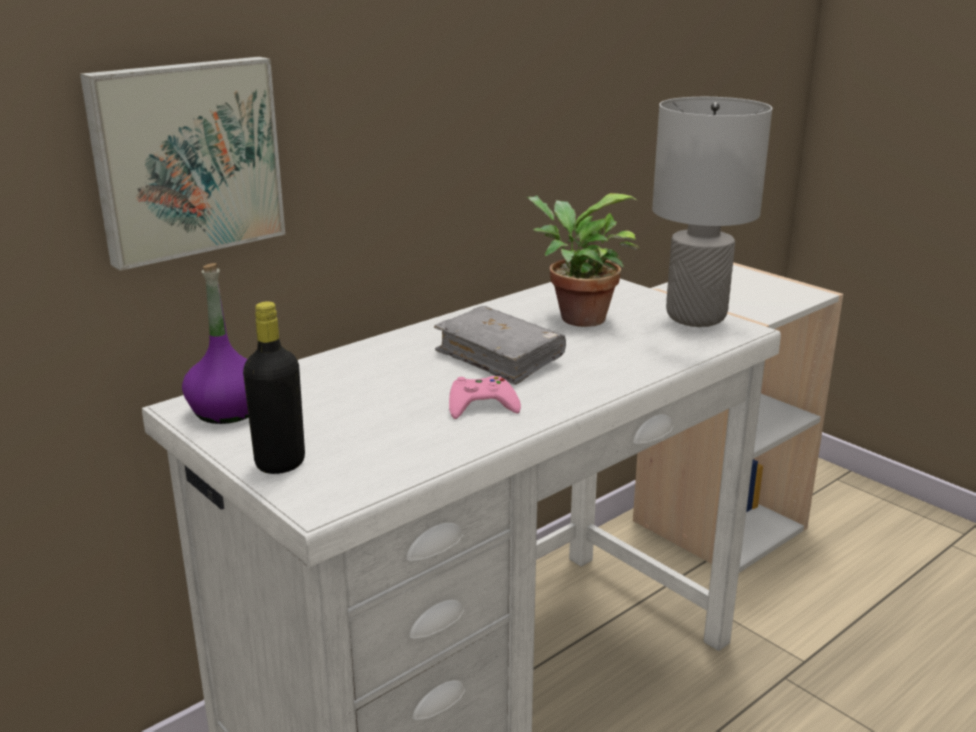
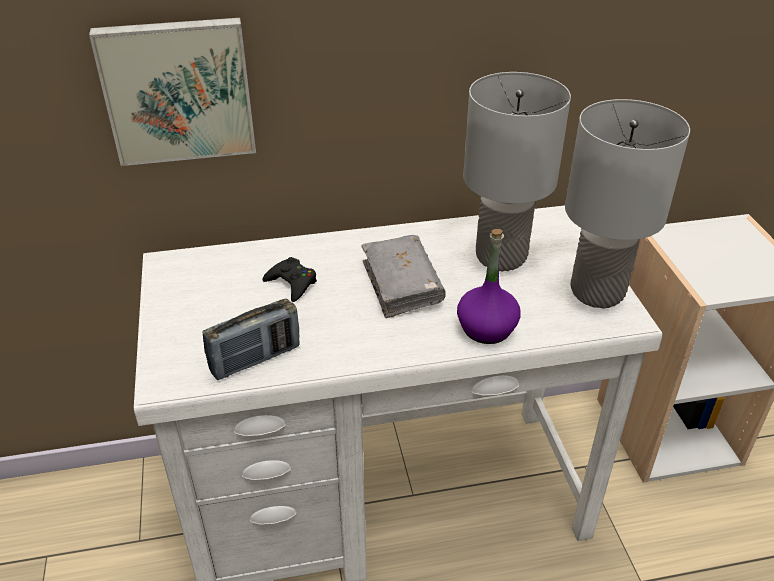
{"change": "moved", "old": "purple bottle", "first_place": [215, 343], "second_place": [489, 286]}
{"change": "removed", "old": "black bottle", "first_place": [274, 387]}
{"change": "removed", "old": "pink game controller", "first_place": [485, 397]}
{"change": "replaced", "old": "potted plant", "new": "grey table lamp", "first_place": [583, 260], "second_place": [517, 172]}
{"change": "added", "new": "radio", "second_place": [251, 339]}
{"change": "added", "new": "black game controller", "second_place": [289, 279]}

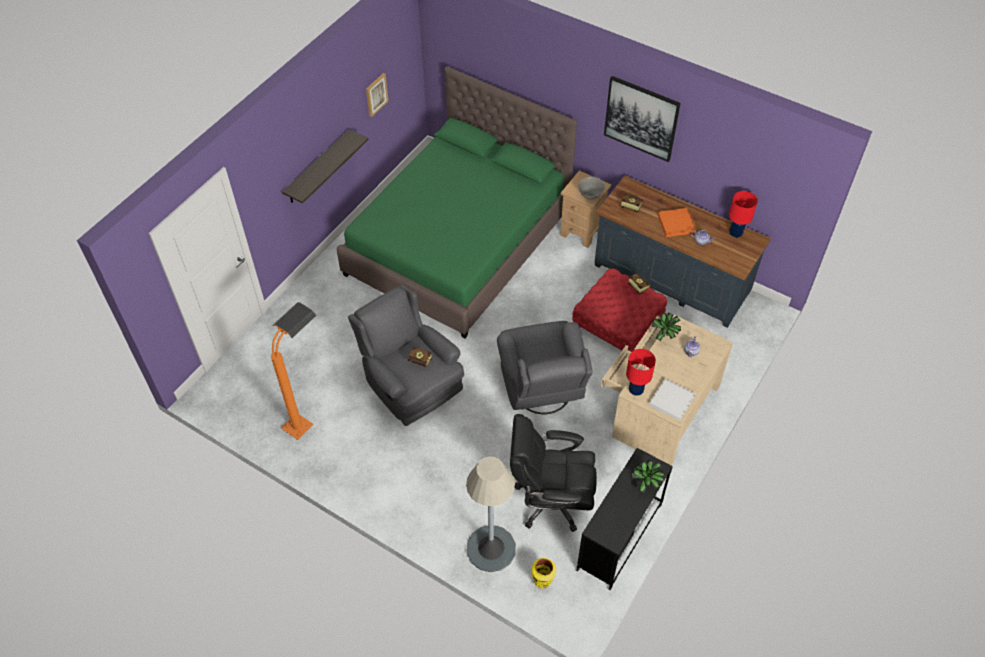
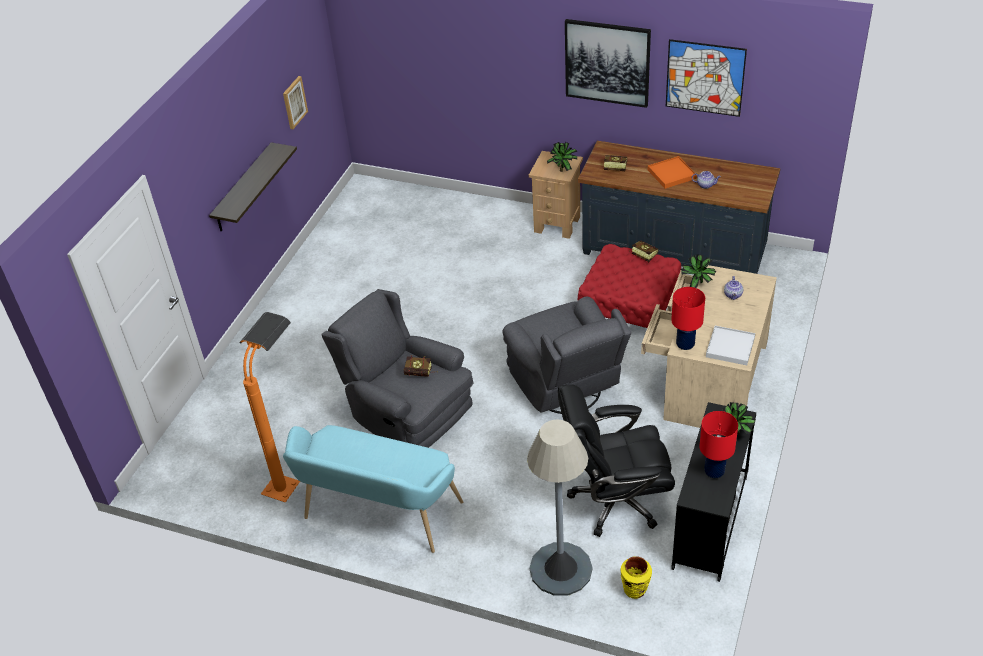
{"change": "removed", "old": "green bed", "first_place": [457, 202]}
{"change": "replaced", "old": "grey bowl", "new": "potted plant", "first_place": [592, 188], "second_place": [562, 157]}
{"change": "moved", "old": "red table lamp", "first_place": [743, 214], "second_place": [718, 444]}
{"change": "added", "new": "turquoise bench", "second_place": [373, 489]}
{"change": "added", "new": "picture", "second_place": [706, 78]}

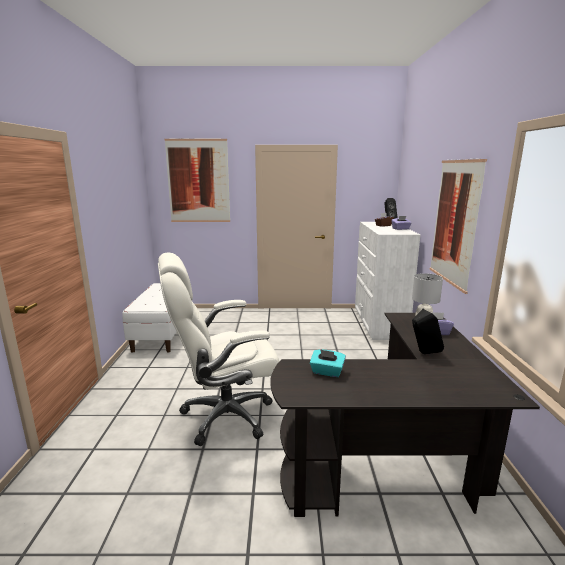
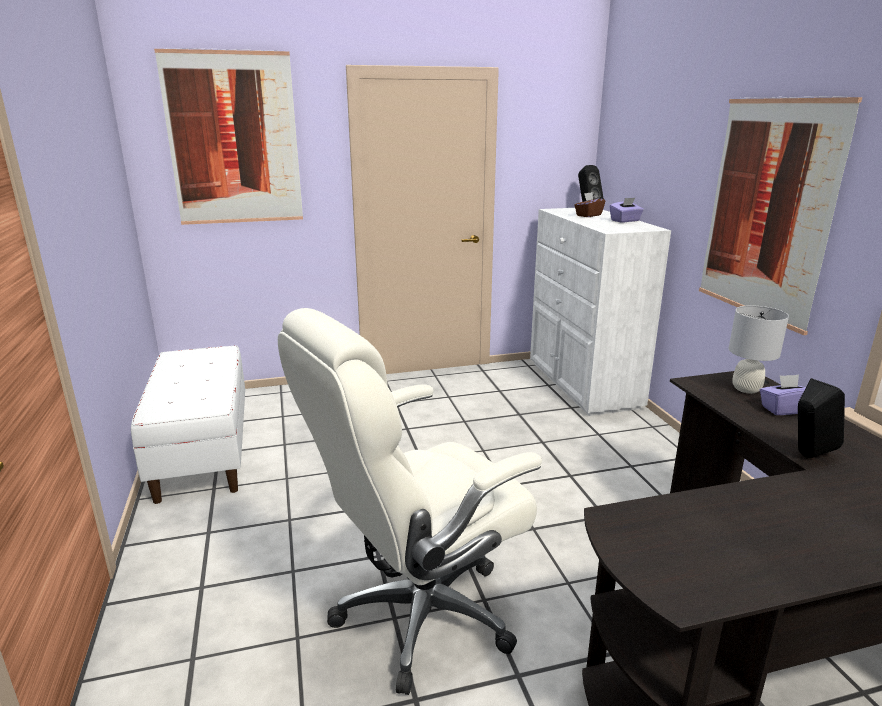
{"change": "removed", "old": "turquoise tissue box", "first_place": [328, 363]}

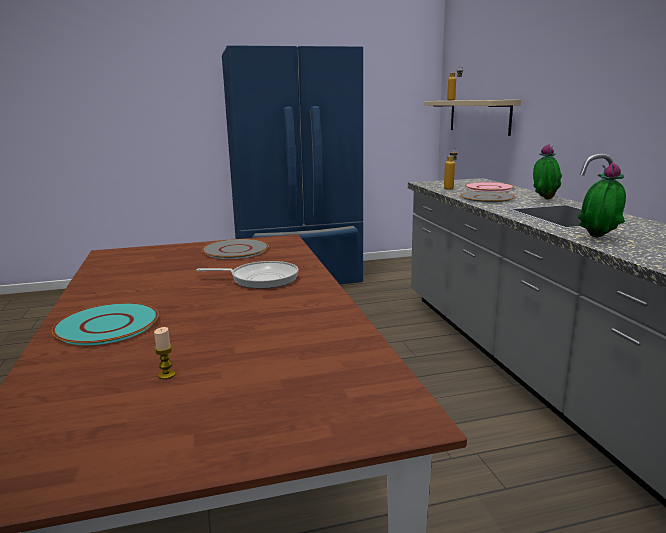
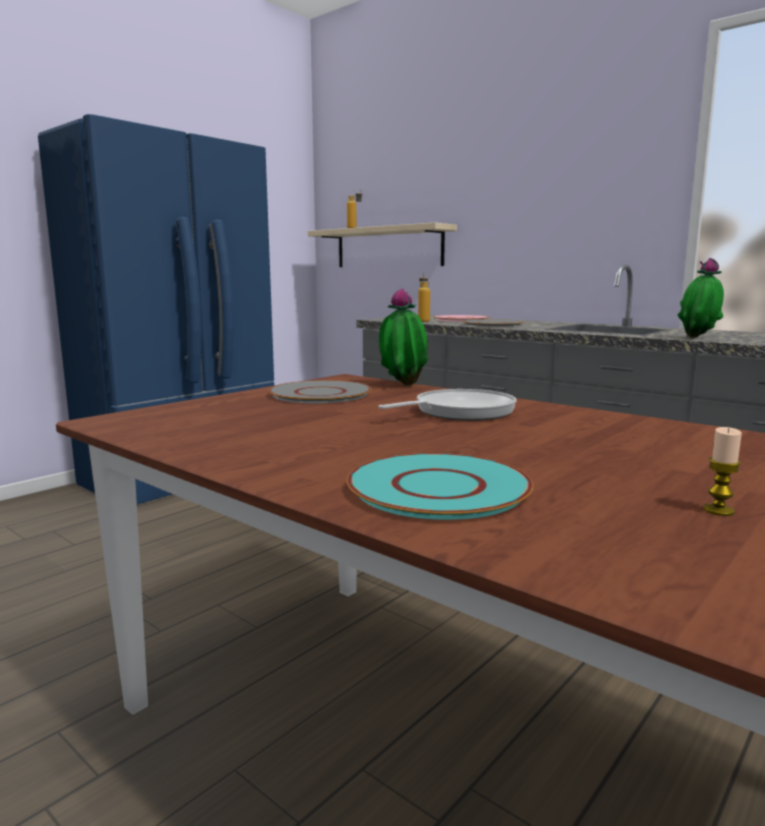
{"change": "moved", "old": "potted plant", "first_place": [547, 172], "second_place": [403, 336]}

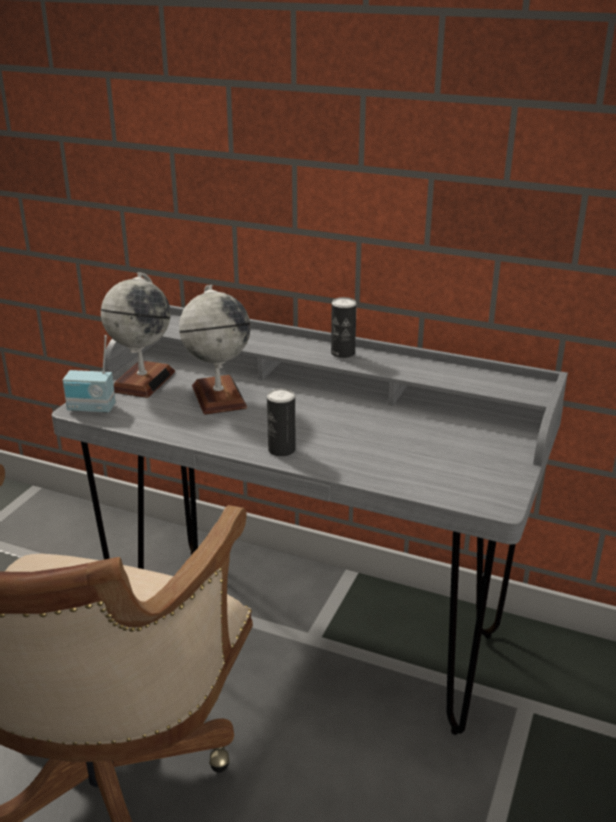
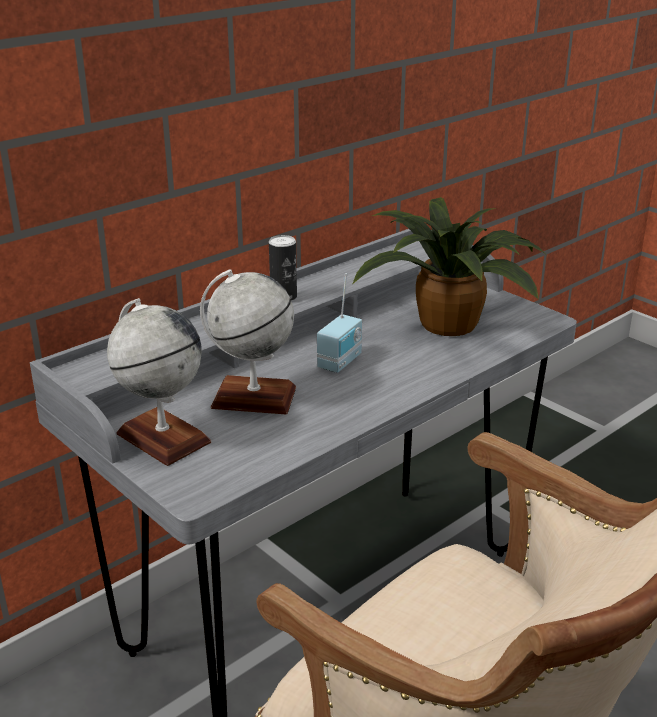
{"change": "moved", "old": "radio", "first_place": [89, 374], "second_place": [339, 323]}
{"change": "removed", "old": "can", "first_place": [281, 422]}
{"change": "added", "new": "potted plant", "second_place": [449, 266]}

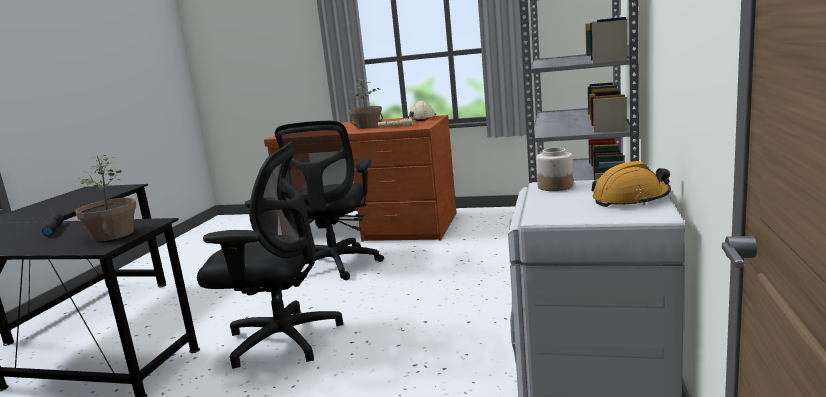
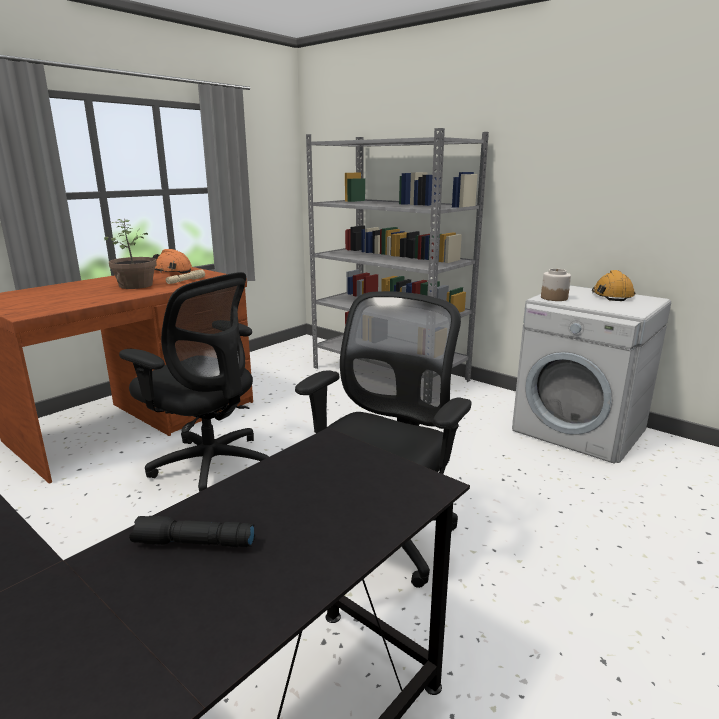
{"change": "removed", "old": "potted plant", "first_place": [105, 198]}
{"change": "recoloured", "old": "beige hard hat", "new": "orange hard hat", "first_place": [422, 111], "second_place": [172, 261]}

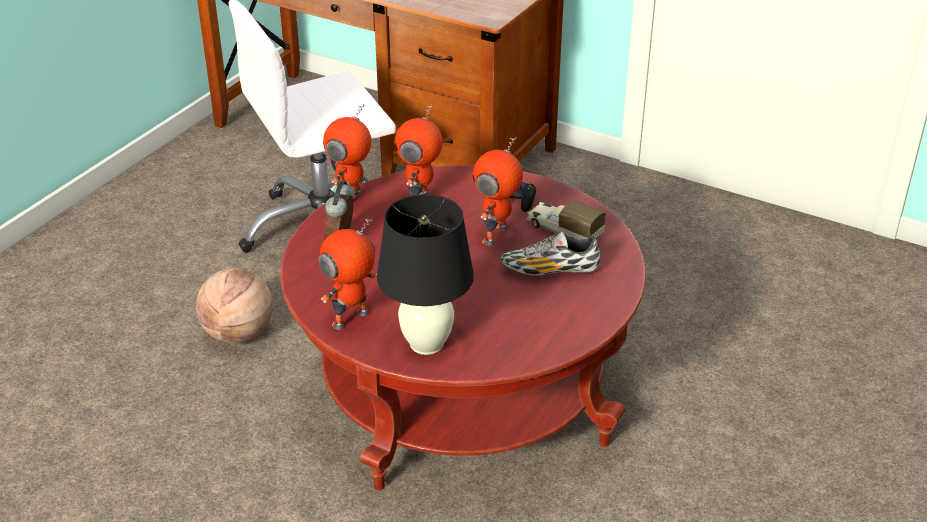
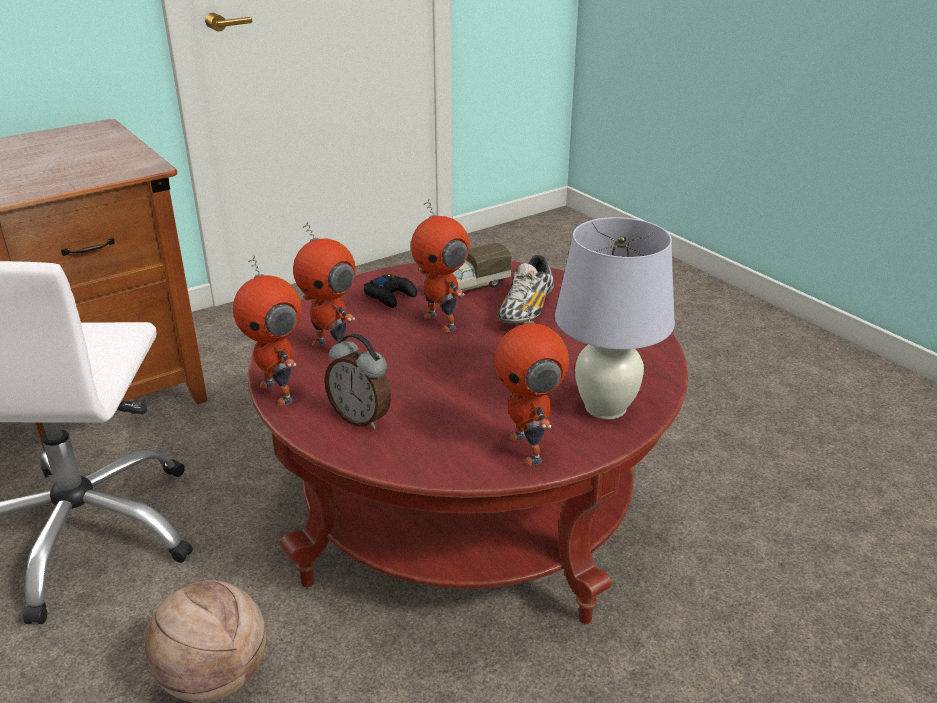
{"change": "recoloured", "old": "black table lamp", "new": "white table lamp", "first_place": [425, 274], "second_place": [615, 318]}

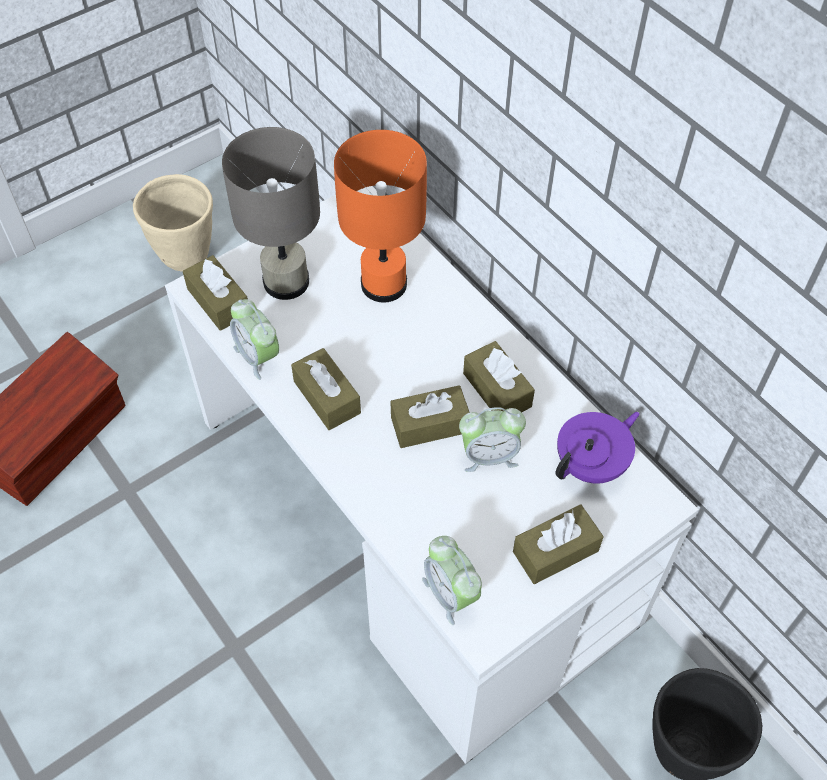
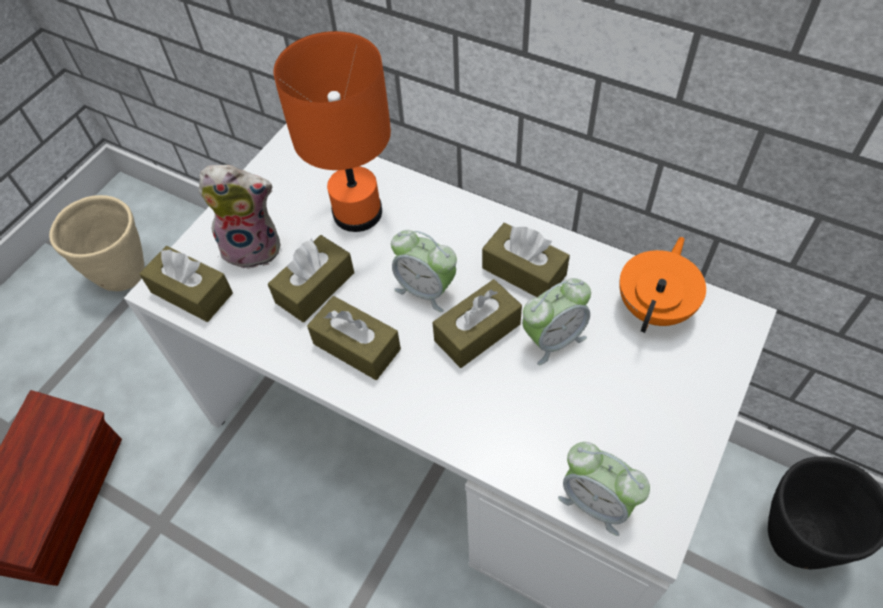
{"change": "replaced", "old": "grey table lamp", "new": "plush toy", "first_place": [271, 213], "second_place": [240, 217]}
{"change": "moved", "old": "alarm clock", "first_place": [254, 339], "second_place": [424, 271]}
{"change": "moved", "old": "brown tissue box", "first_place": [558, 544], "second_place": [311, 278]}
{"change": "recoloured", "old": "purple teapot", "new": "orange teapot", "first_place": [597, 448], "second_place": [662, 285]}

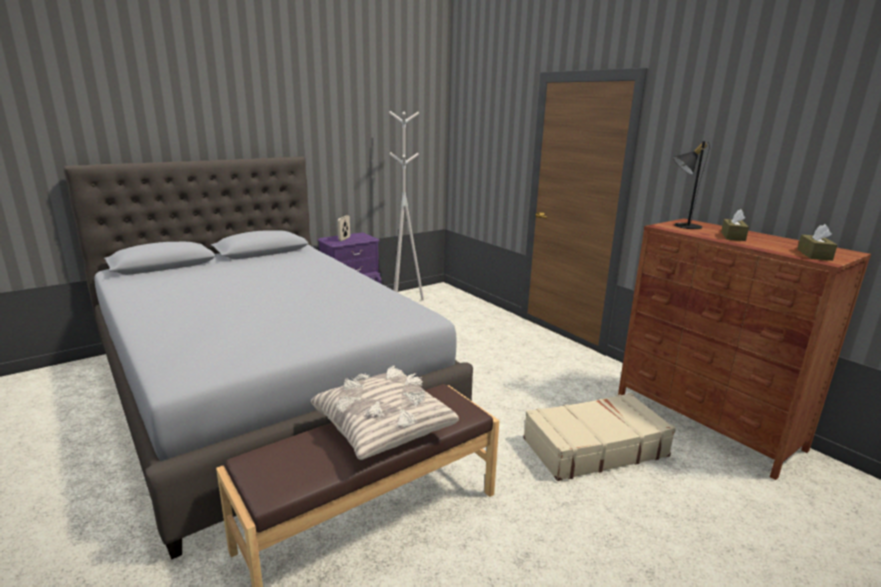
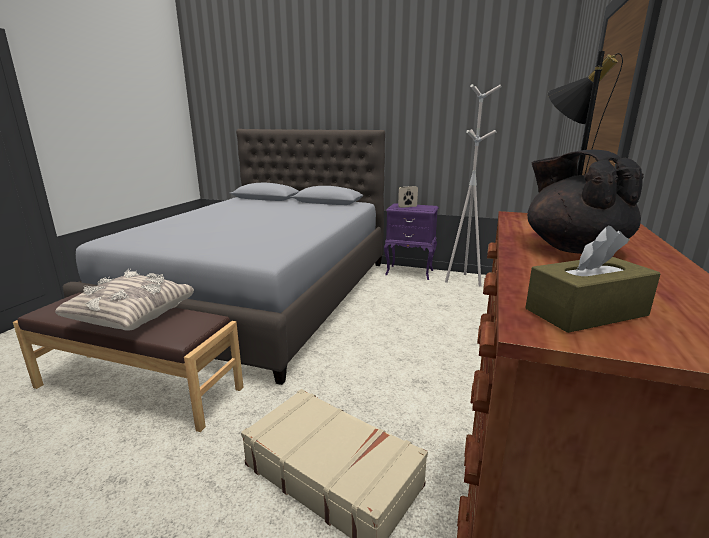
{"change": "replaced", "old": "brown tissue box", "new": "black teapot", "first_place": [735, 225], "second_place": [585, 202]}

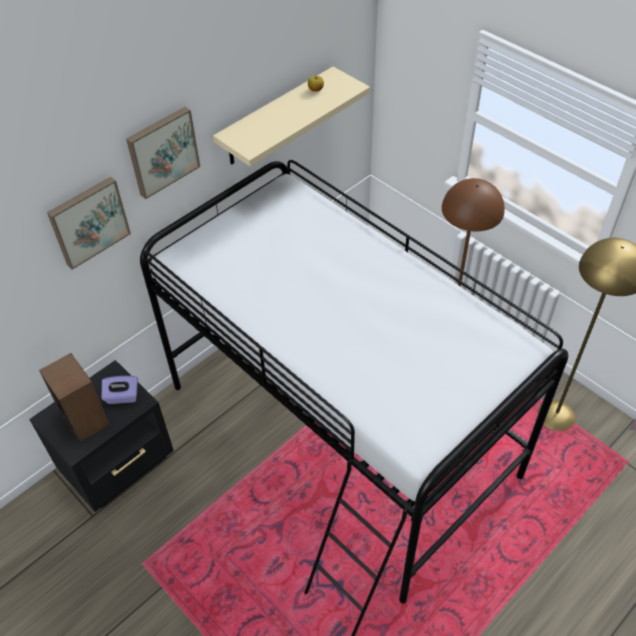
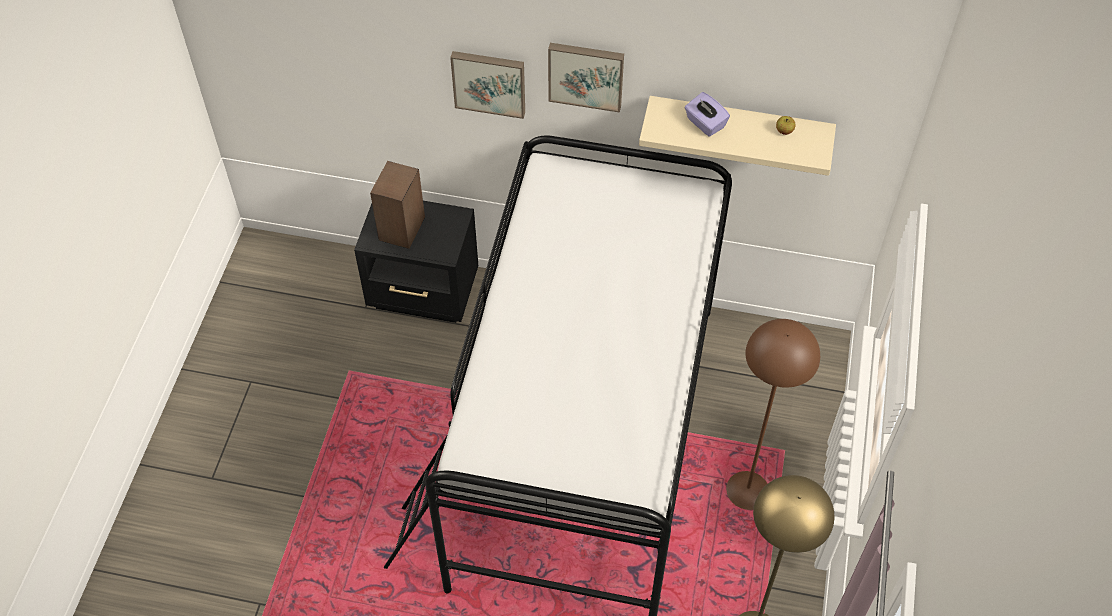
{"change": "moved", "old": "purple tissue box", "first_place": [119, 390], "second_place": [707, 114]}

